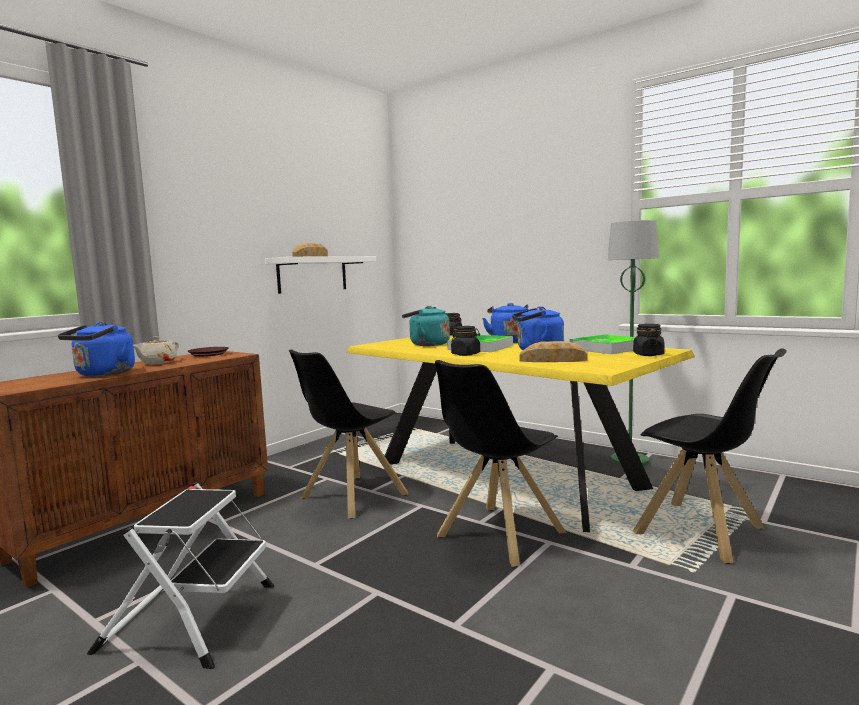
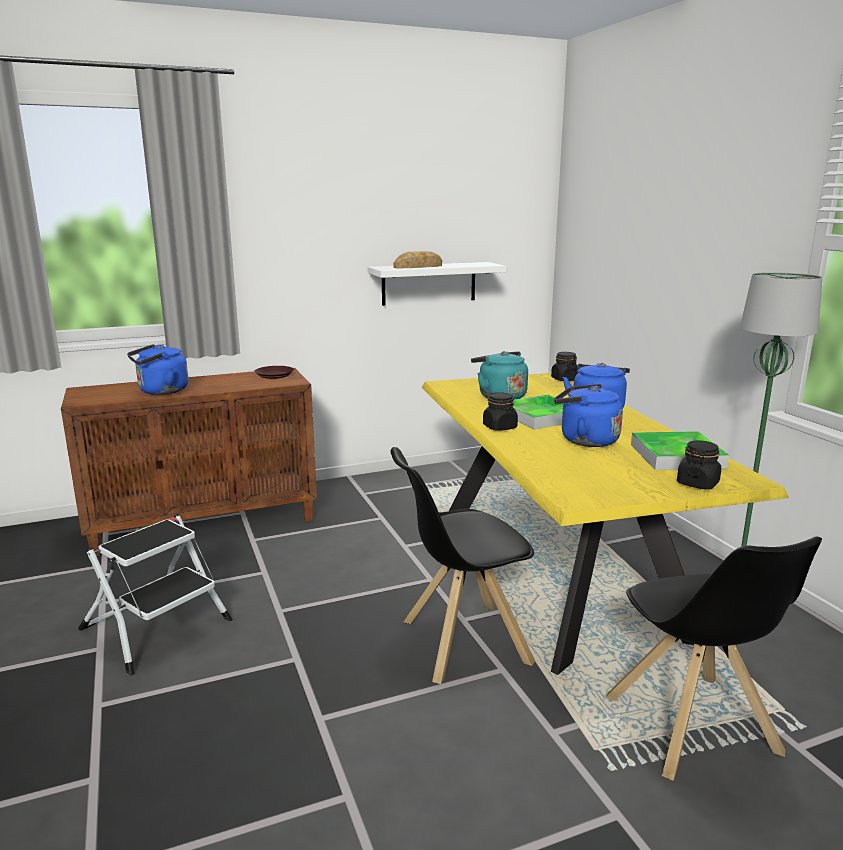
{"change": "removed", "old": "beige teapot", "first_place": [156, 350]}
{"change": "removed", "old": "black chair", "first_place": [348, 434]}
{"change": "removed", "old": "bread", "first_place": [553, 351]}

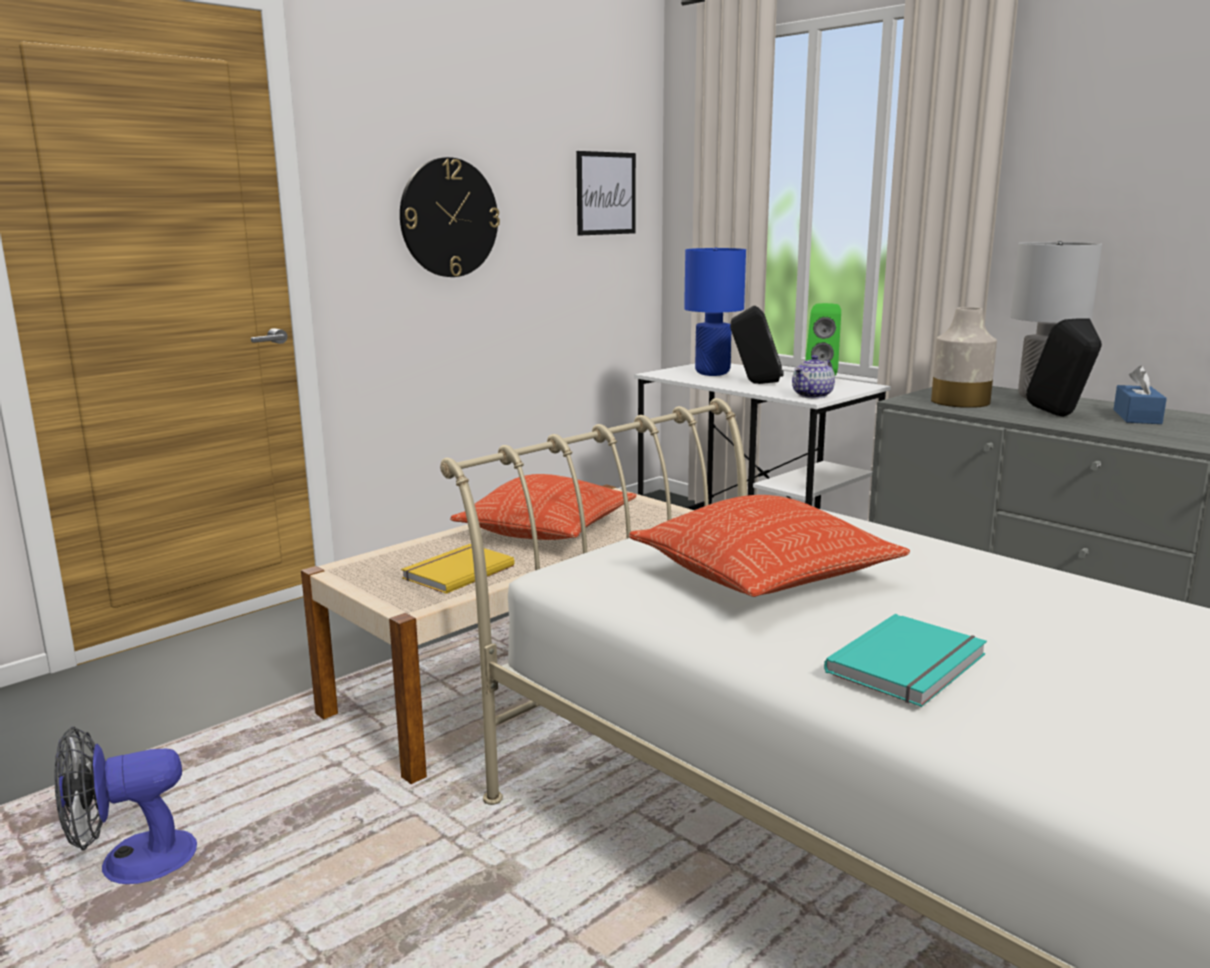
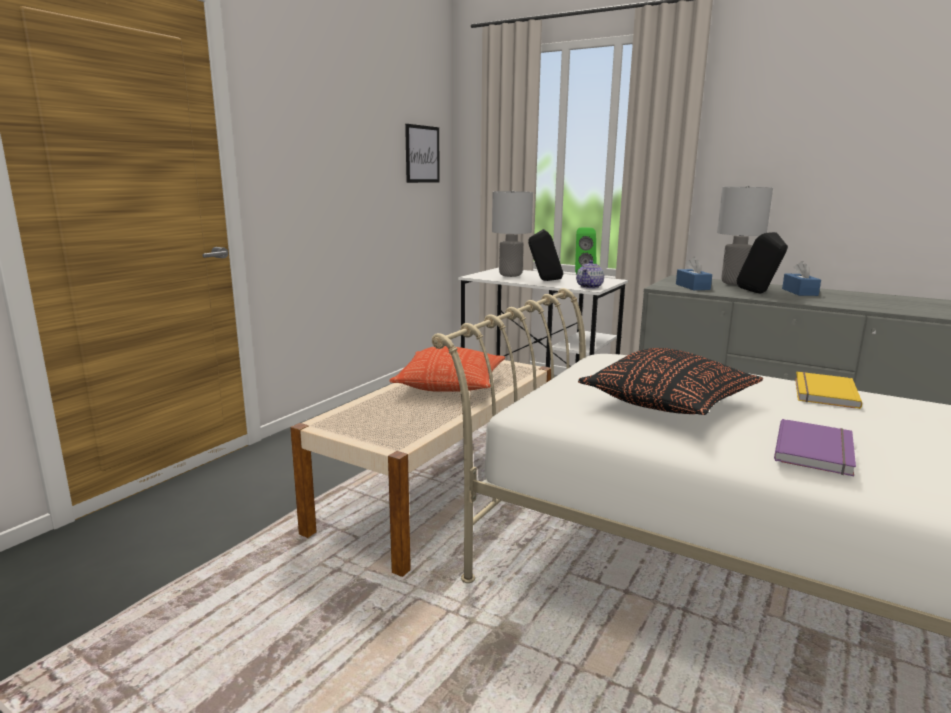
{"change": "removed", "old": "fan", "first_place": [125, 805]}
{"change": "removed", "old": "wall clock", "first_place": [450, 217]}
{"change": "moved", "old": "yellow book", "first_place": [457, 569], "second_place": [828, 390]}
{"change": "recoloured", "old": "orange pillow", "new": "black pillow", "first_place": [769, 546], "second_place": [670, 381]}
{"change": "recoloured", "old": "blue table lamp", "new": "grey table lamp", "first_place": [715, 312], "second_place": [512, 234]}
{"change": "recoloured", "old": "turquoise book", "new": "purple book", "first_place": [905, 660], "second_place": [815, 447]}
{"change": "replaced", "old": "beige vase", "new": "blue tissue box", "first_place": [964, 357], "second_place": [694, 273]}

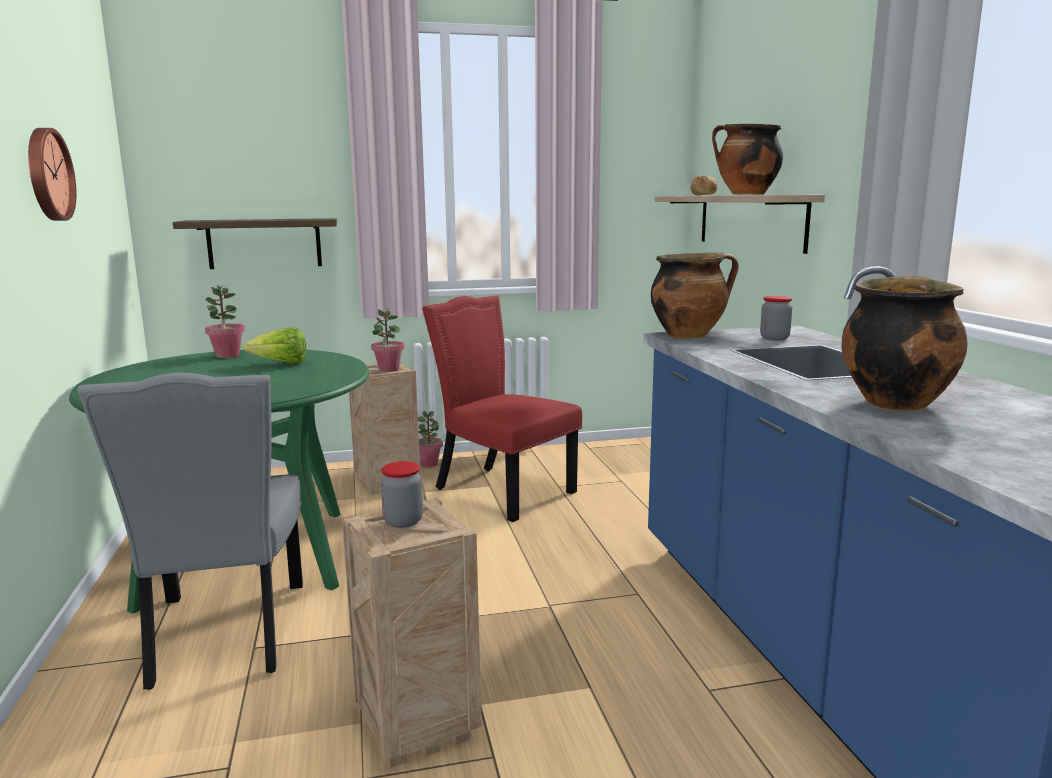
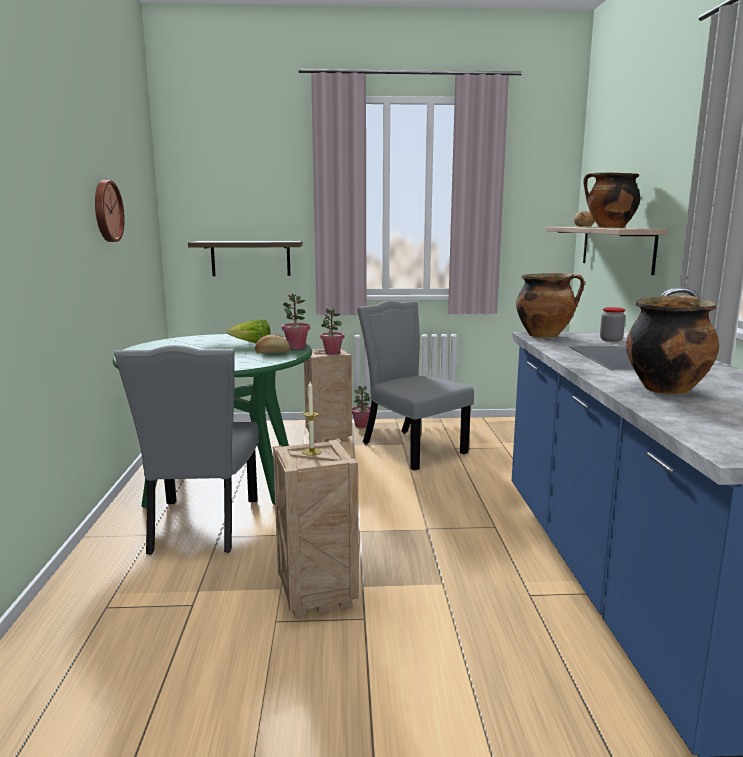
{"change": "moved", "old": "potted plant", "first_place": [225, 321], "second_place": [296, 321]}
{"change": "replaced", "old": "jar", "new": "candle", "first_place": [402, 494], "second_place": [312, 418]}
{"change": "recoloured", "old": "red chair", "new": "grey chair", "first_place": [502, 409], "second_place": [415, 386]}
{"change": "added", "new": "bread", "second_place": [272, 343]}

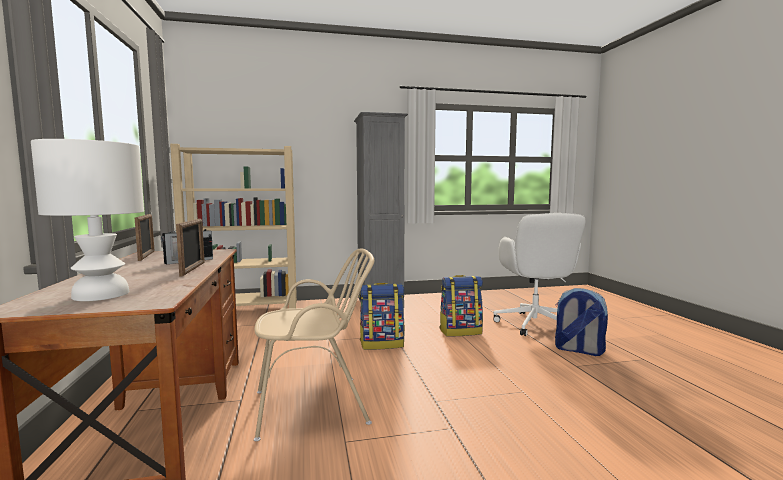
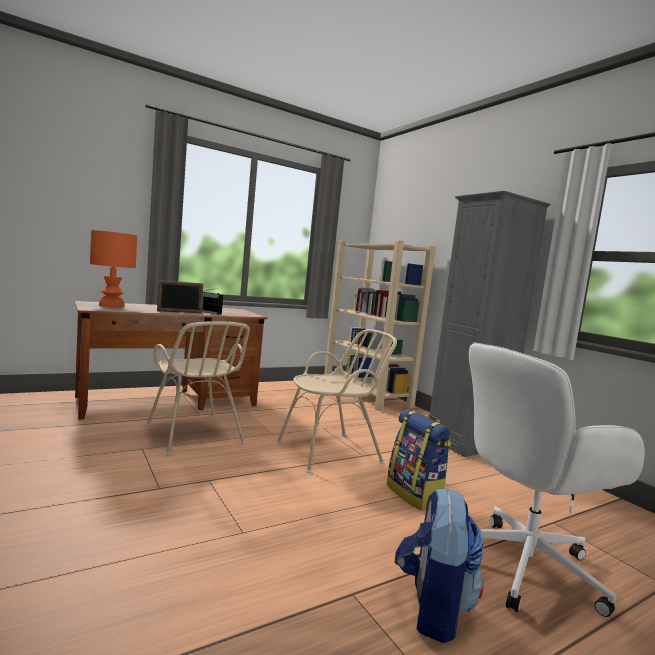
{"change": "recoloured", "old": "white table lamp", "new": "orange table lamp", "first_place": [87, 220], "second_place": [113, 269]}
{"change": "removed", "old": "picture frame", "first_place": [144, 237]}
{"change": "replaced", "old": "backpack", "new": "beige chair", "first_place": [382, 316], "second_place": [337, 401]}

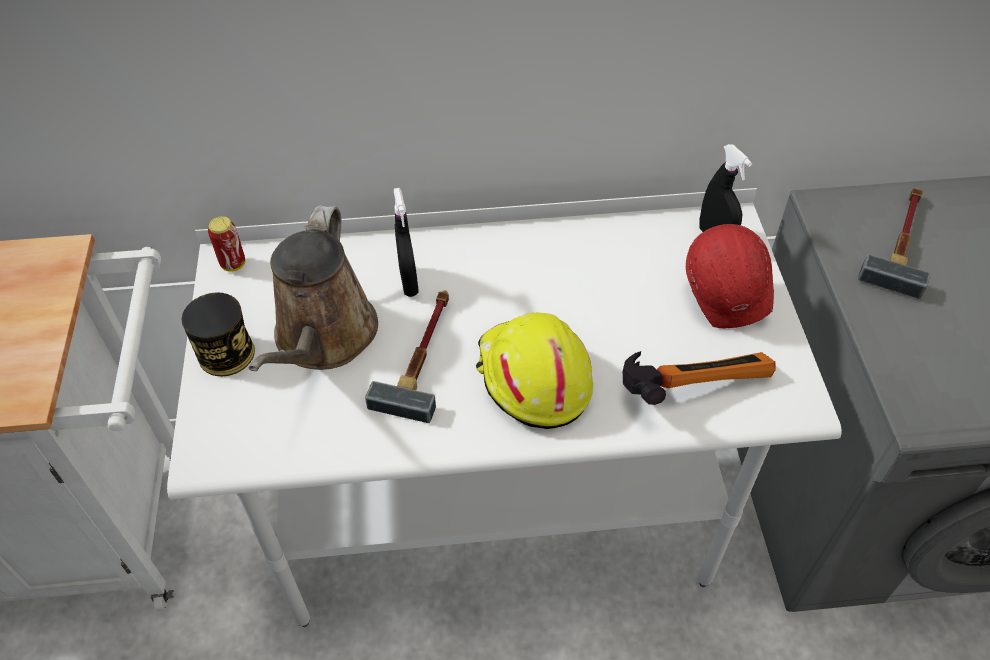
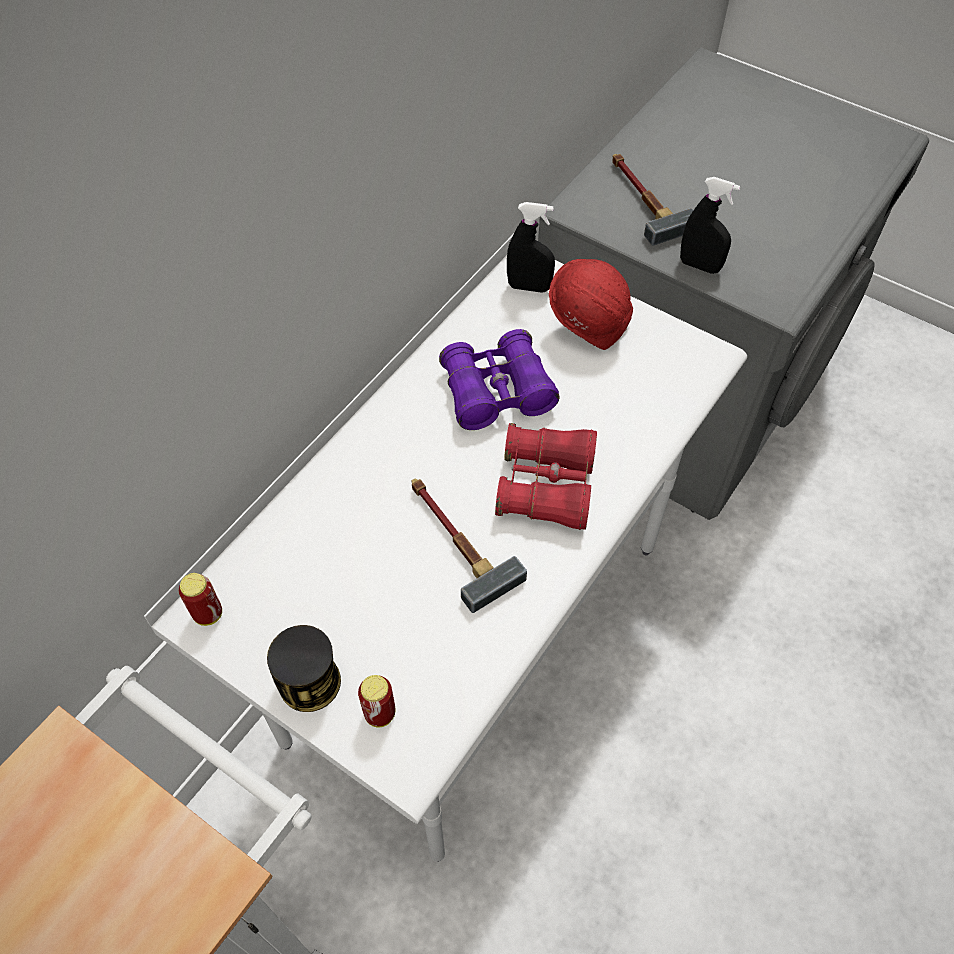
{"change": "removed", "old": "brown watering can", "first_place": [313, 288]}
{"change": "moved", "old": "black spray bottle", "first_place": [406, 242], "second_place": [710, 225]}
{"change": "replaced", "old": "yellow hard hat", "new": "red binoculars", "first_place": [534, 371], "second_place": [546, 476]}
{"change": "removed", "old": "hammer", "first_place": [699, 378]}
{"change": "added", "new": "can", "second_place": [376, 701]}
{"change": "added", "new": "purple binoculars", "second_place": [499, 379]}

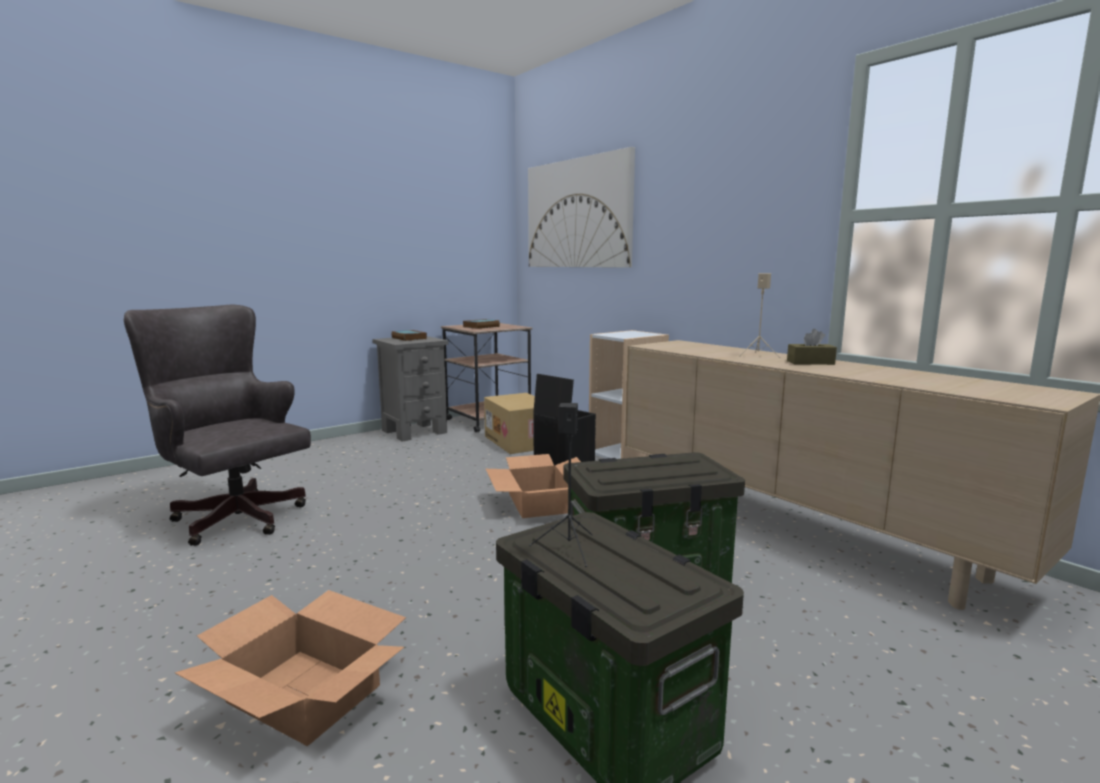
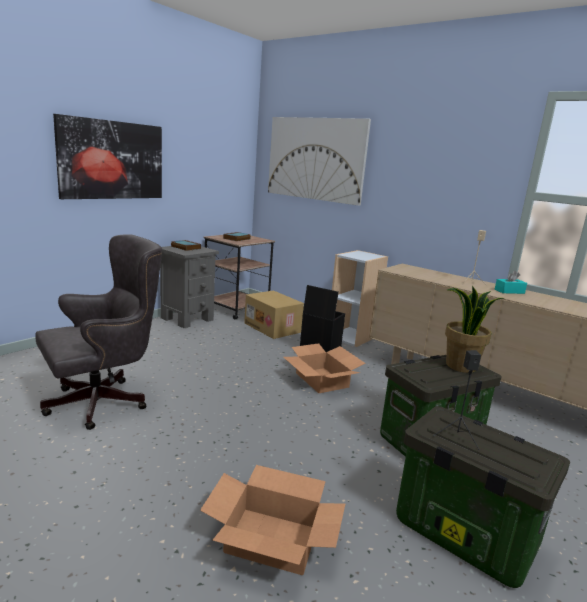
{"change": "turned", "old": "grey office chair", "first_place": [217, 425], "second_place": [98, 332], "degrees": 120}
{"change": "recoloured", "old": "brown tissue box", "new": "turquoise tissue box", "first_place": [812, 347], "second_place": [511, 282]}
{"change": "added", "new": "picture", "second_place": [107, 156]}
{"change": "added", "new": "potted plant", "second_place": [474, 329]}

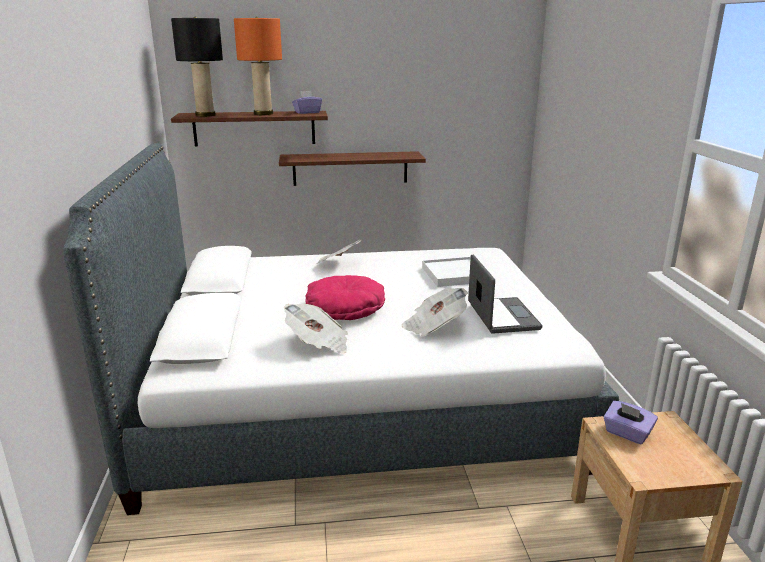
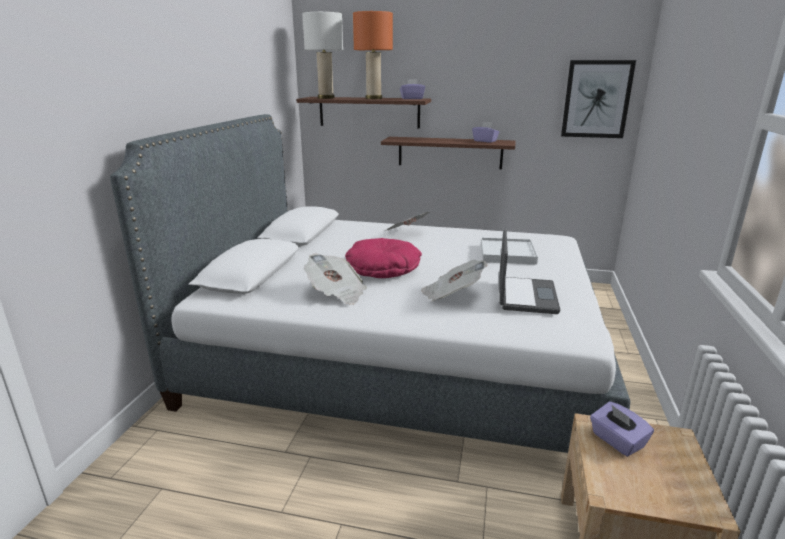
{"change": "recoloured", "old": "black table lamp", "new": "white table lamp", "first_place": [197, 67], "second_place": [322, 55]}
{"change": "added", "new": "purple tissue box", "second_place": [486, 132]}
{"change": "added", "new": "picture", "second_place": [598, 99]}

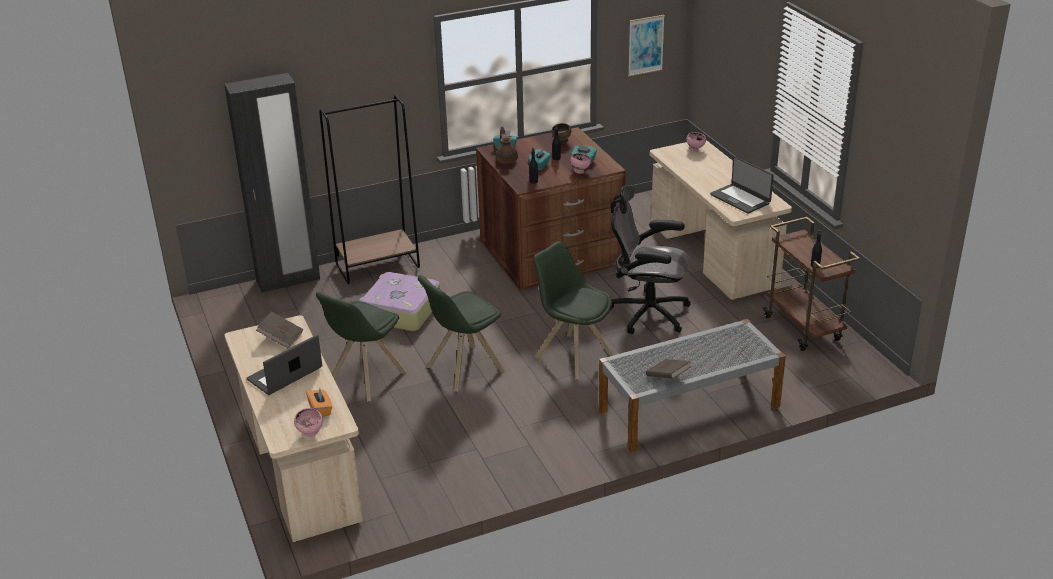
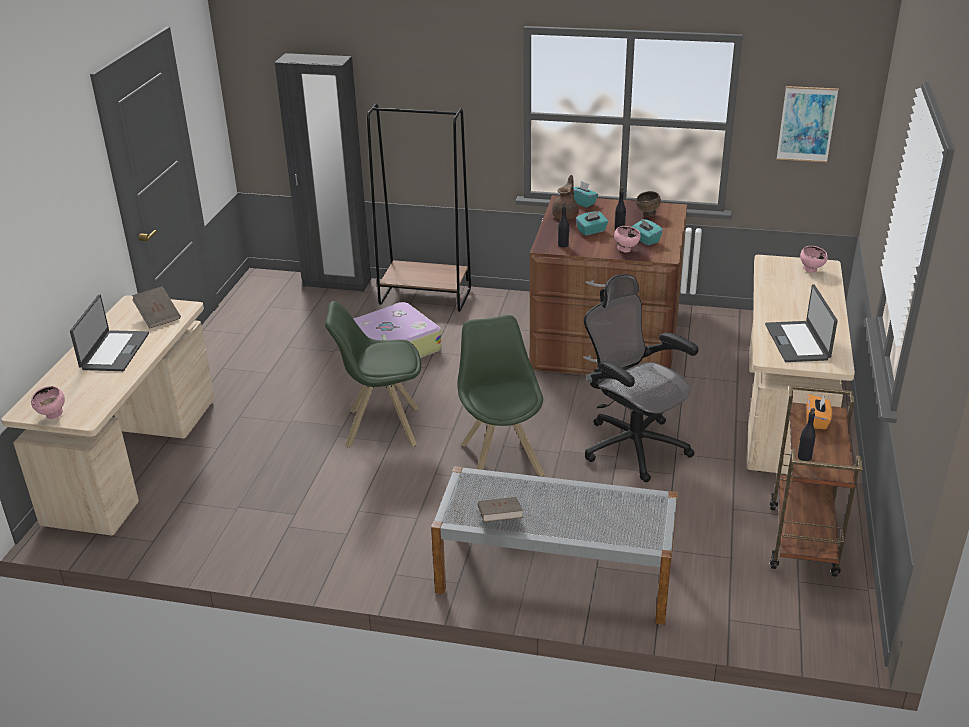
{"change": "turned", "old": "laptop", "first_place": [285, 365], "second_place": [109, 333], "degrees": 105}
{"change": "moved", "old": "orange tissue box", "first_place": [319, 403], "second_place": [819, 412]}
{"change": "removed", "old": "green chair", "first_place": [361, 347]}

